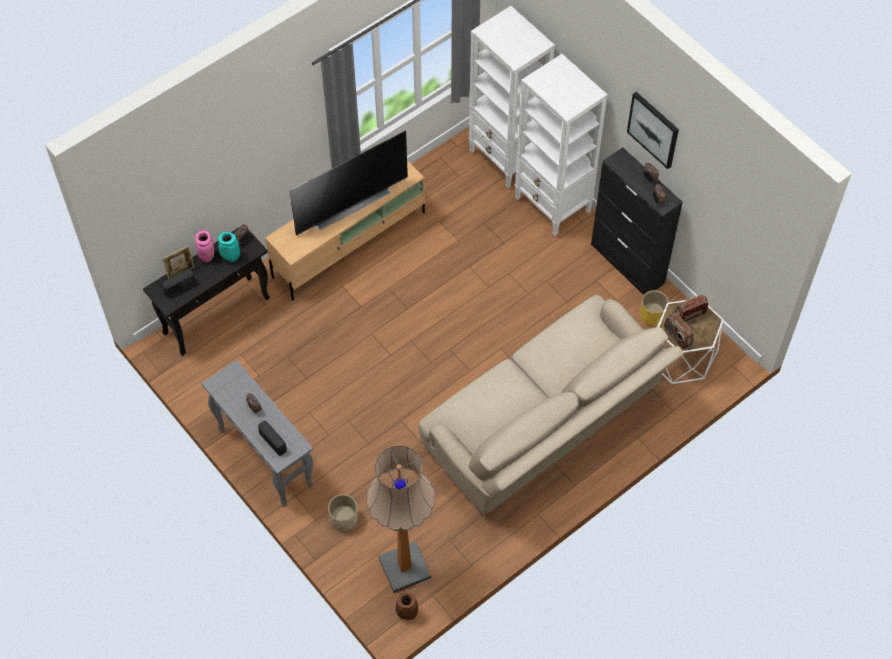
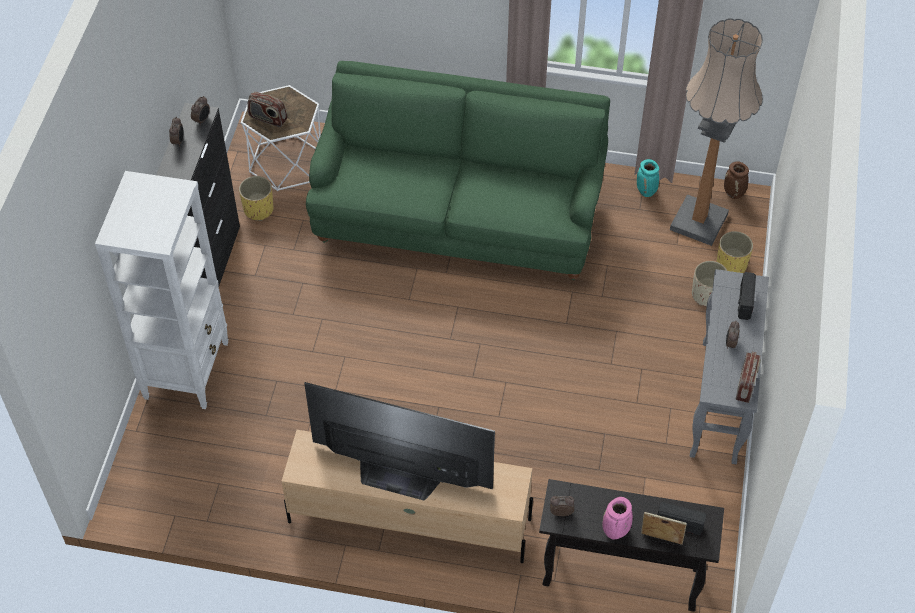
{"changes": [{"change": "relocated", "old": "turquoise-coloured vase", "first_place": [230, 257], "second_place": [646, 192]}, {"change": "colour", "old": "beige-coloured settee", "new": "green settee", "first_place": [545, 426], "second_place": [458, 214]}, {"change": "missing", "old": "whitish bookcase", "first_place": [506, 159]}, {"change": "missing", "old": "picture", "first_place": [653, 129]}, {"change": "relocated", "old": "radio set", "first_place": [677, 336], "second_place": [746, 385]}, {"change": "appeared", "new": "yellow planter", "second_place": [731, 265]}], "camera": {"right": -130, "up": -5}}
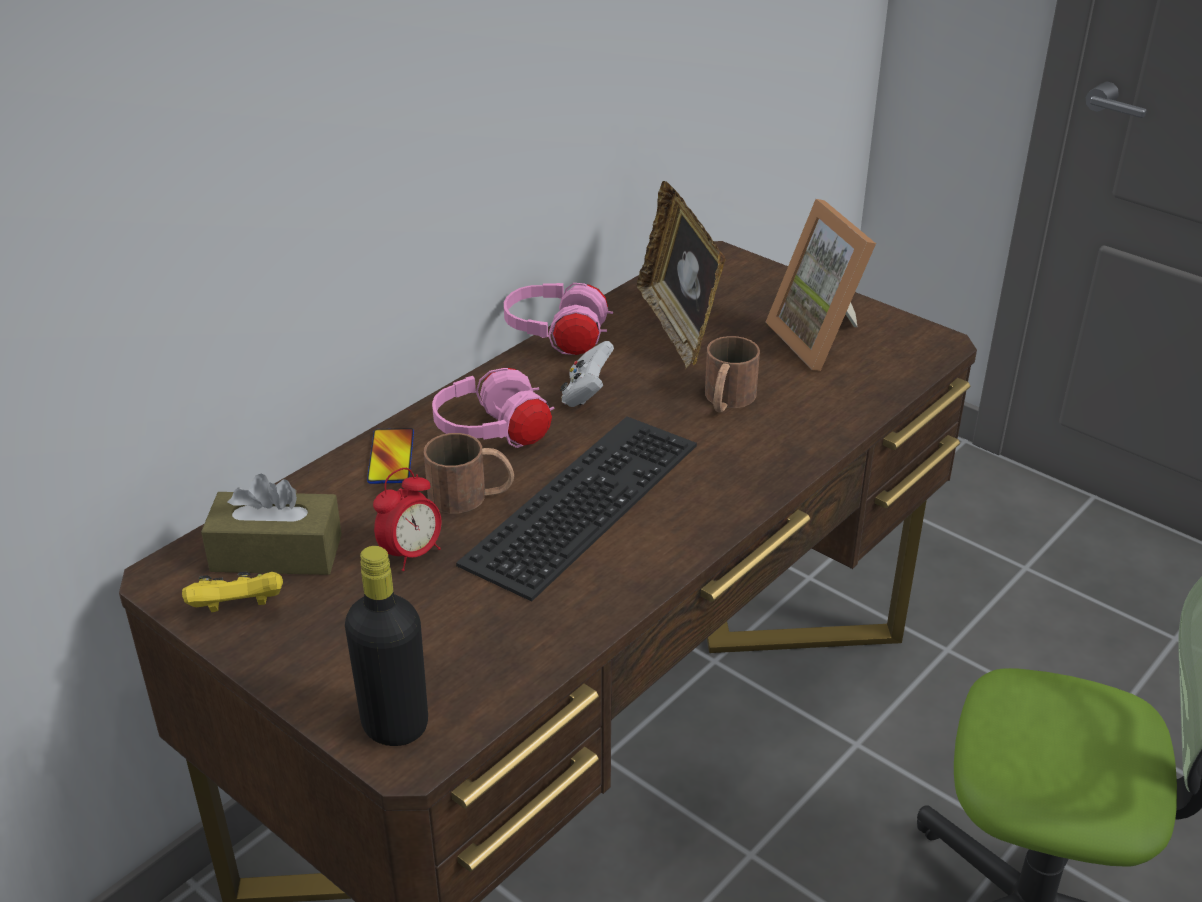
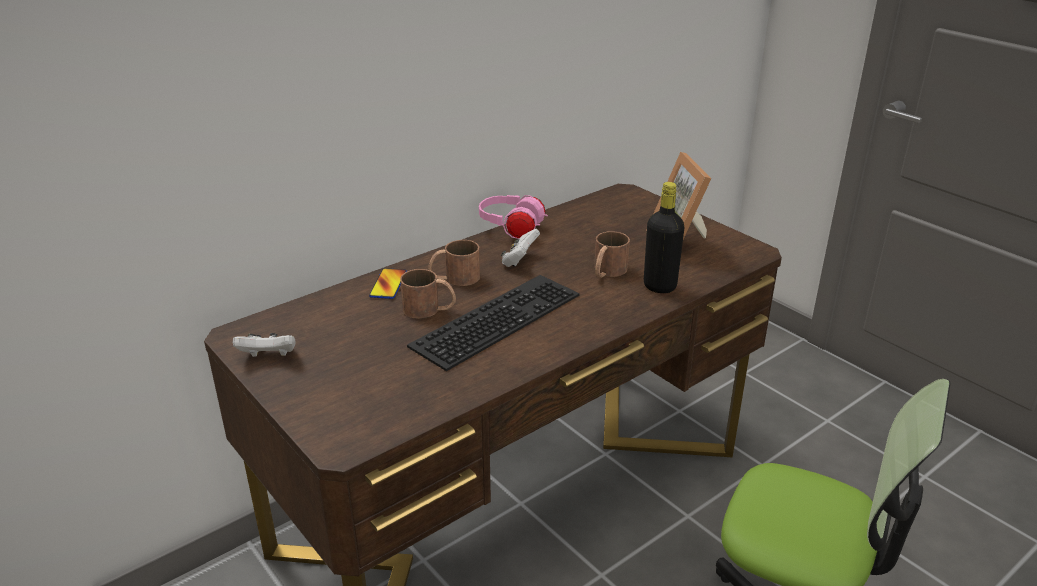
{"changes": [{"change": "colour", "old": "yellow joypad", "new": "whitish joypad", "first_place": [238, 610], "second_place": [269, 357]}, {"change": "missing", "old": "brownish box of tissues", "first_place": [276, 553]}, {"change": "relocated", "old": "blackish drink bottle", "first_place": [395, 725], "second_place": [659, 286]}, {"change": "missing", "old": "alarm clock", "first_place": [411, 554]}, {"change": "exchanged", "old": "pink headphones", "new": "brownish mug", "first_place": [493, 435], "second_place": [454, 278]}, {"change": "missing", "old": "photo frame", "first_place": [678, 326]}], "camera": {"right": 10, "up": -5}}
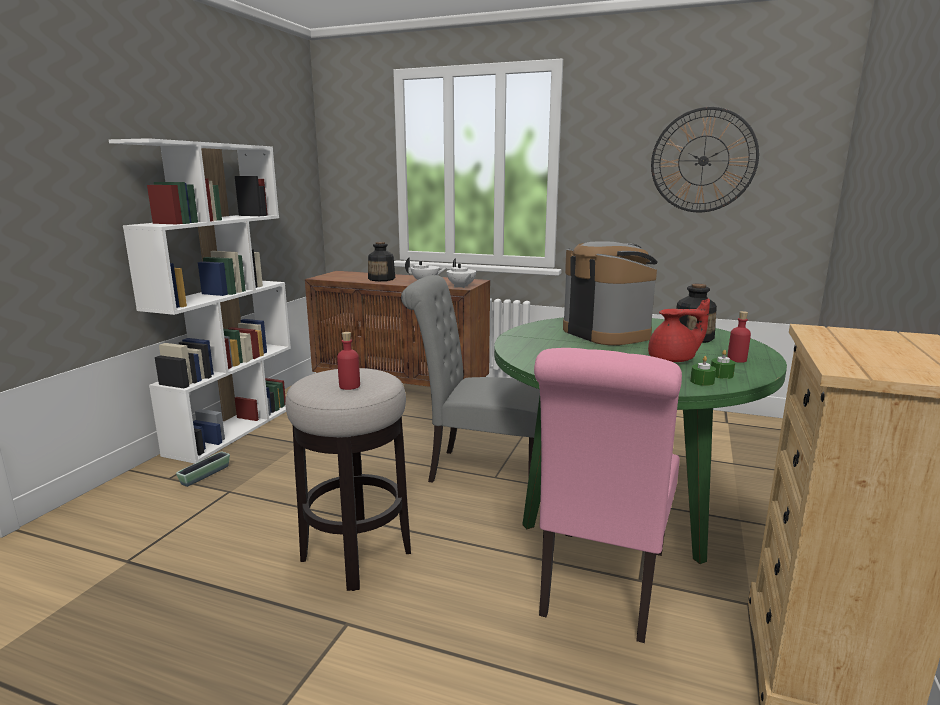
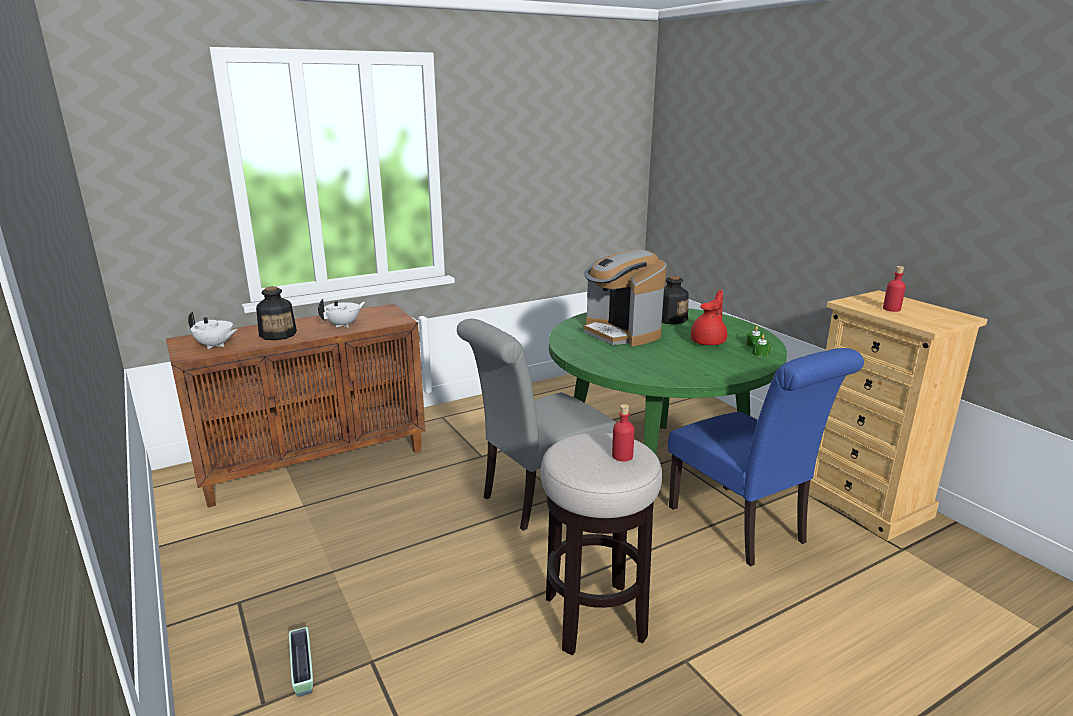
{"changes": [{"change": "missing", "old": "whitish bookcase", "first_place": [234, 428]}, {"change": "relocated", "old": "whitish pot for tea", "first_place": [461, 286], "second_place": [215, 345]}, {"change": "colour", "old": "pink chair", "new": "blue-coloured chair", "first_place": [600, 587], "second_place": [742, 528]}, {"change": "spun", "old": "coffee brewer", "first_place": [606, 333], "second_place": [621, 333], "degrees": -135}, {"change": "missing", "old": "clock on the wall", "first_place": [703, 160]}, {"change": "relocated", "old": "red drink bottle", "first_place": [737, 359], "second_place": [891, 309]}], "camera": {"right": -50, "up": 5}}
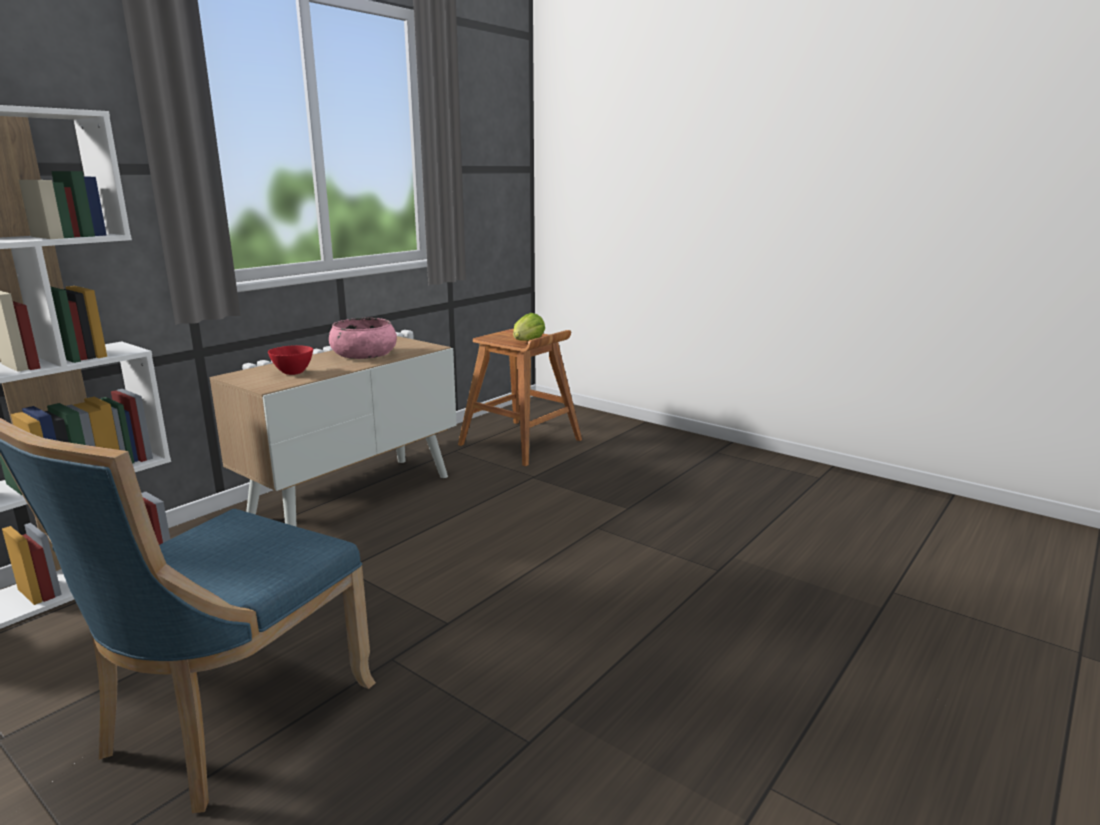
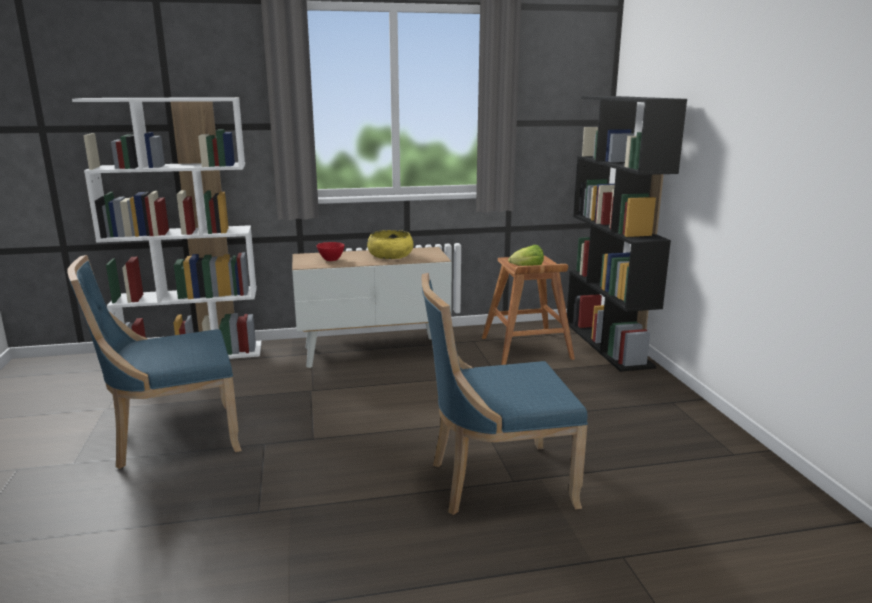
{"changes": [{"change": "colour", "old": "pink deep dish", "new": "yellow deep dish", "first_place": [364, 354], "second_place": [390, 256]}, {"change": "appeared", "new": "blue-coloured chair", "second_place": [495, 482]}, {"change": "appeared", "new": "blackish bookcase", "second_place": [608, 344]}], "camera": {"right": 40, "up": 0}}
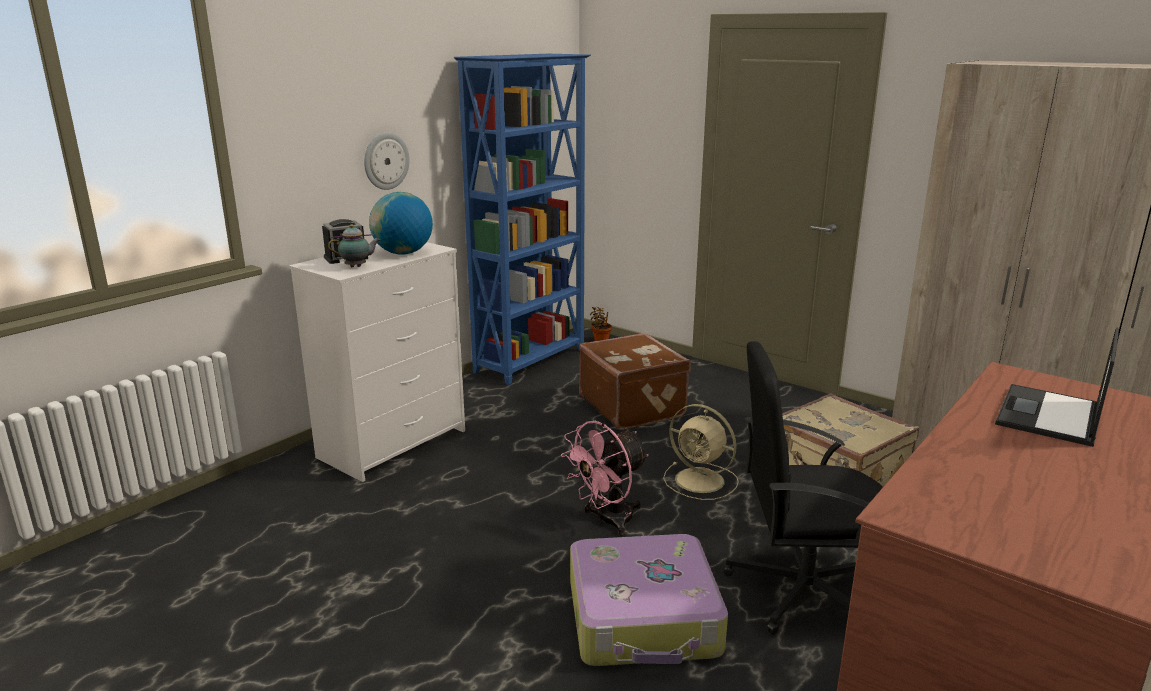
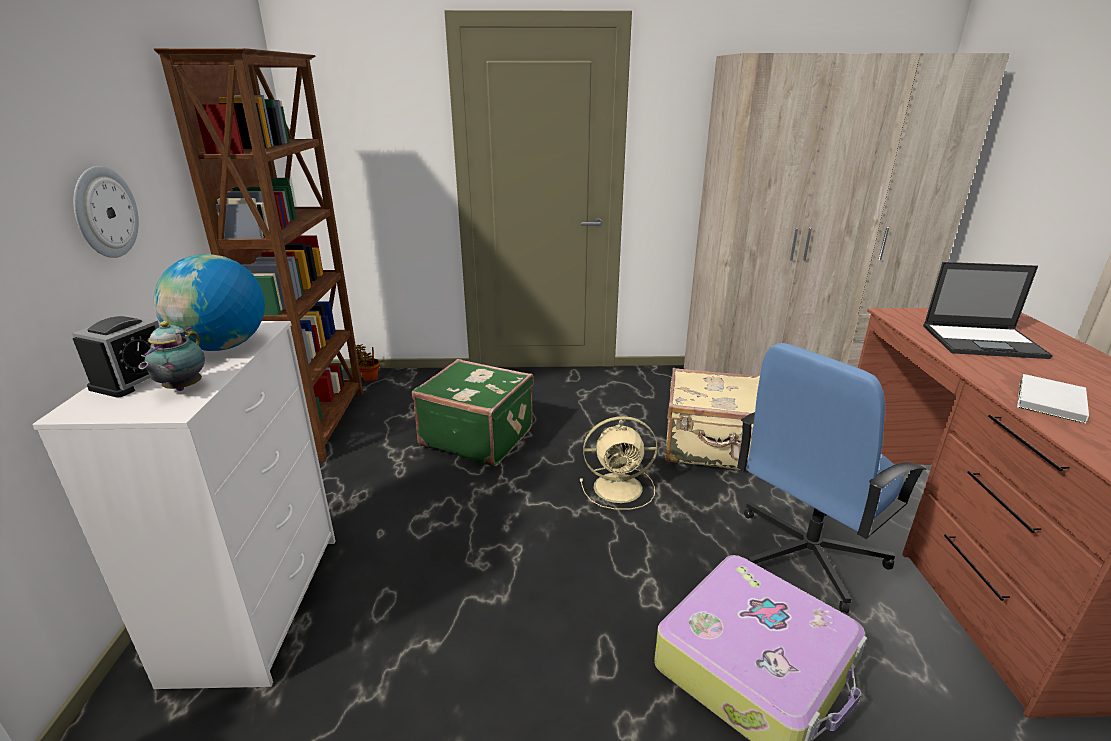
{"changes": [{"change": "spun", "old": "pot for tea", "first_place": [357, 267], "second_place": [181, 389], "degrees": 150}, {"change": "colour", "old": "blue-coloured bookcase", "new": "brownish bookcase", "first_place": [532, 361], "second_place": [321, 424]}, {"change": "missing", "old": "pink electric fan", "first_place": [607, 521]}, {"change": "colour", "old": "brownish travel case", "new": "green travel case", "first_place": [633, 406], "second_place": [477, 436]}, {"change": "colour", "old": "blackish computer chair", "new": "blue-coloured computer chair", "first_place": [801, 589], "second_place": [806, 554]}, {"change": "spun", "old": "laptop", "first_place": [1049, 416], "second_place": [984, 341], "degrees": -75}, {"change": "appeared", "new": "whitish book", "second_place": [1049, 401]}], "camera": {"right": -40, "up": 5}}
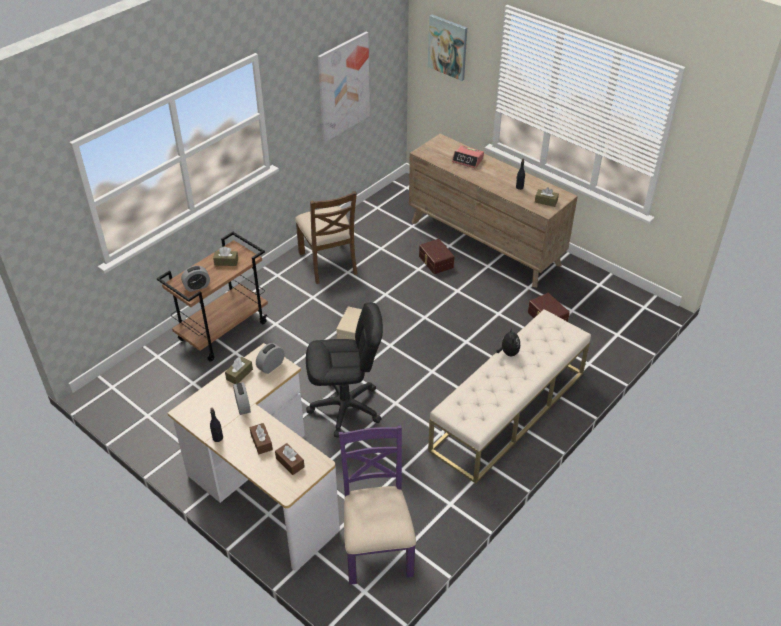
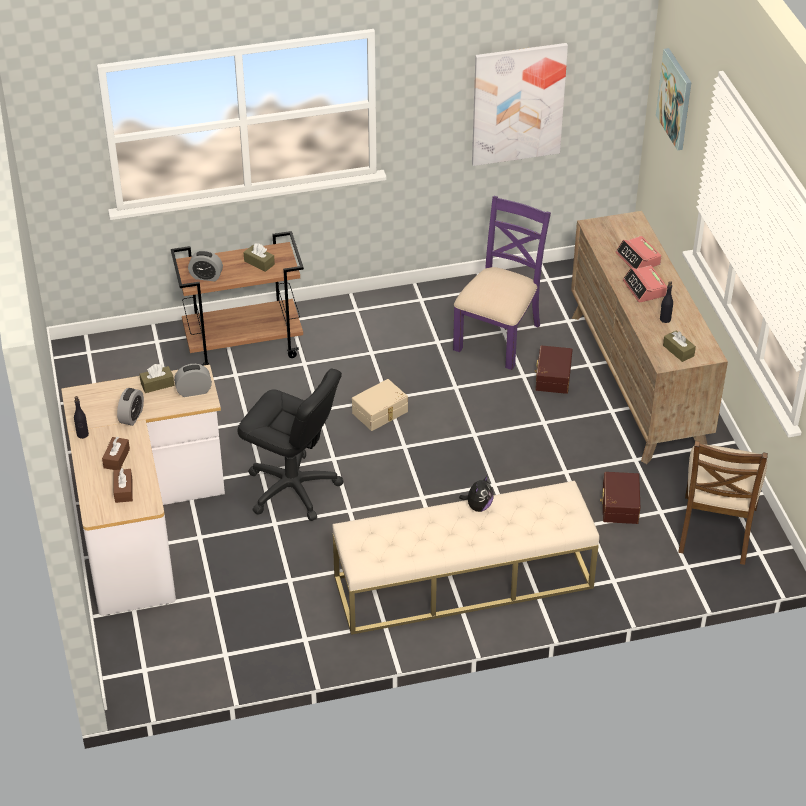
{"changes": [{"change": "relocated", "old": "brownish chair", "first_place": [328, 263], "second_place": [716, 529]}, {"change": "relocated", "old": "purple chair", "first_place": [377, 546], "second_place": [499, 337]}, {"change": "appeared", "new": "alarm clock", "second_place": [644, 289]}], "camera": {"right": 35, "up": 0}}
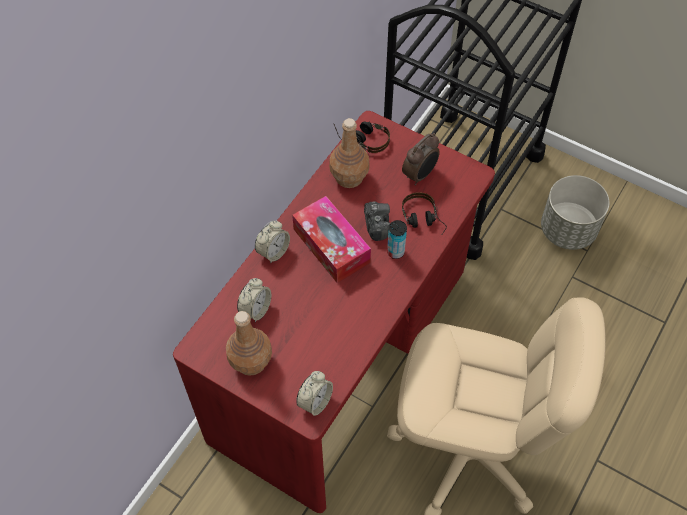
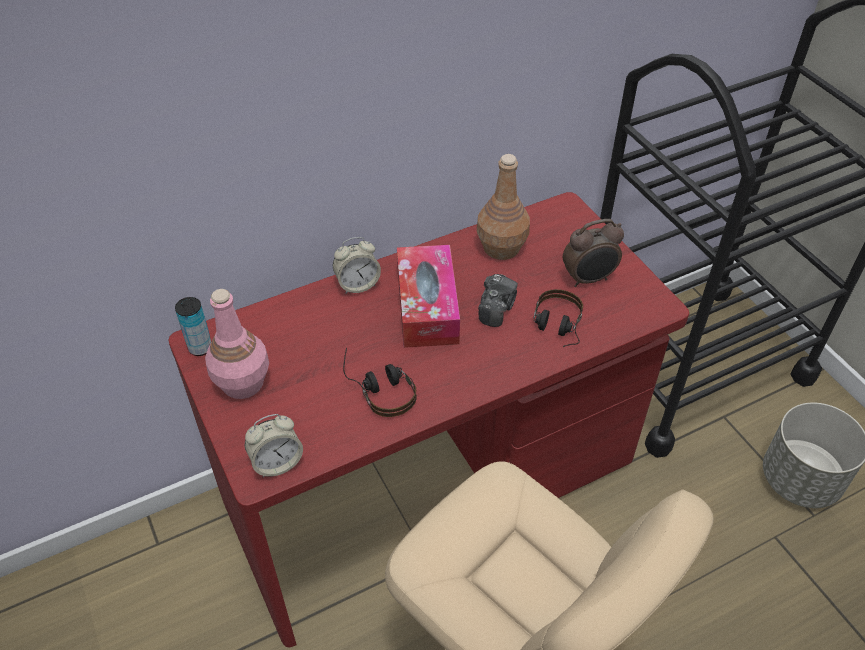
{"changes": [{"change": "colour", "old": "brownish drink bottle", "new": "pink drink bottle", "first_place": [251, 362], "second_place": [242, 383]}, {"change": "missing", "old": "alarm clock", "first_place": [255, 309]}, {"change": "relocated", "old": "headphones", "first_place": [362, 138], "second_place": [379, 387]}, {"change": "relocated", "old": "can", "first_place": [395, 252], "second_place": [200, 348]}], "camera": {"right": 30, "up": -10}}
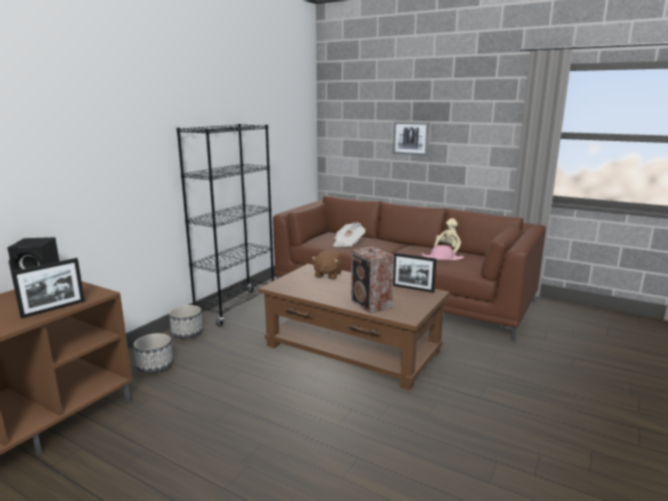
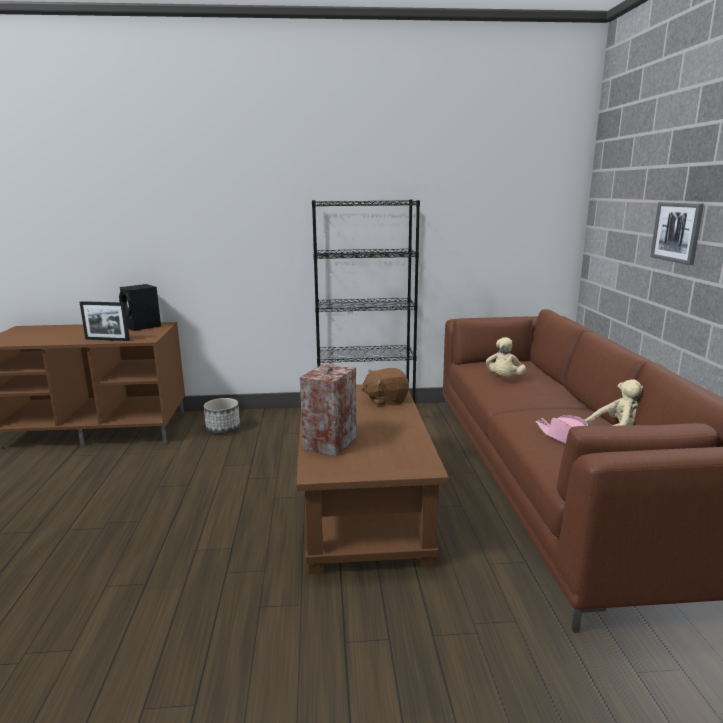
{"changes": [{"change": "missing", "old": "planter", "first_place": [187, 333]}, {"change": "exchanged", "old": "newspaper", "new": "beige-coloured soft toy", "first_place": [348, 243], "second_place": [504, 379]}, {"change": "missing", "old": "photo frame", "first_place": [413, 288]}], "camera": {"right": 55, "up": 0}}
